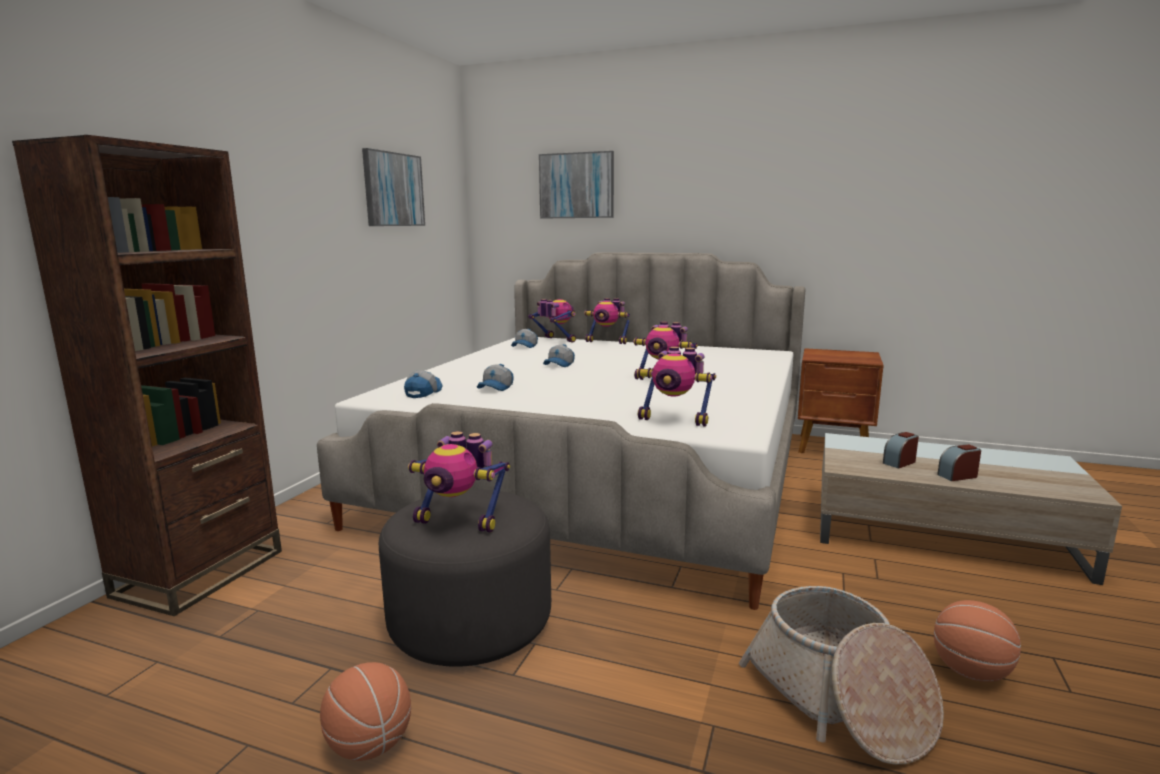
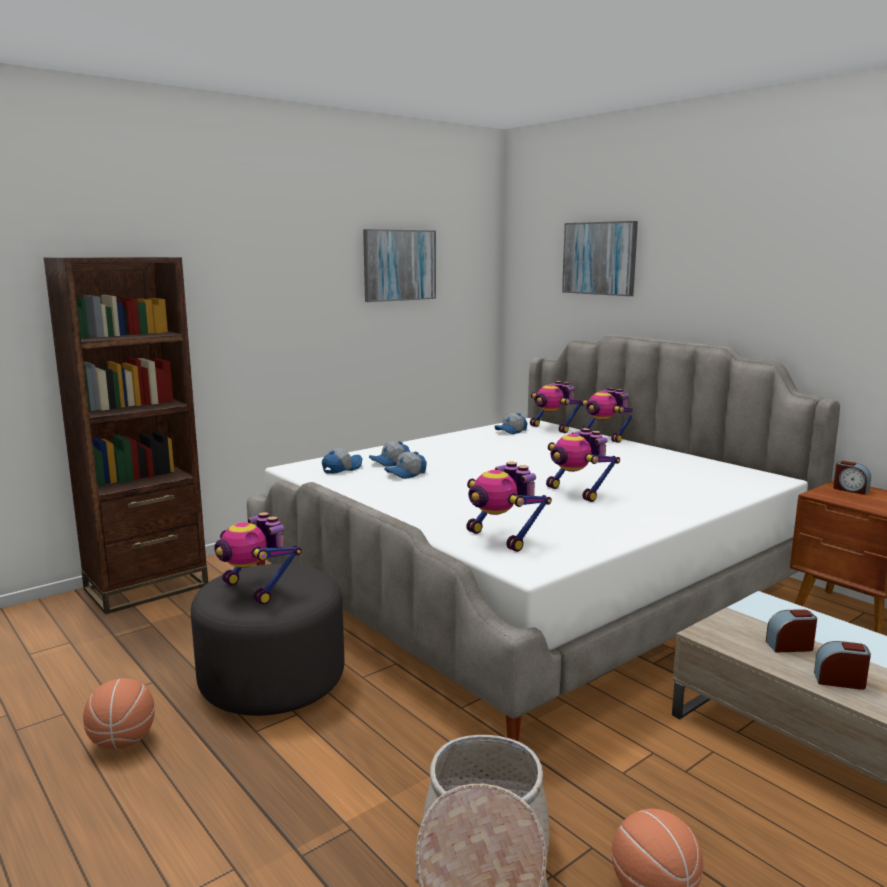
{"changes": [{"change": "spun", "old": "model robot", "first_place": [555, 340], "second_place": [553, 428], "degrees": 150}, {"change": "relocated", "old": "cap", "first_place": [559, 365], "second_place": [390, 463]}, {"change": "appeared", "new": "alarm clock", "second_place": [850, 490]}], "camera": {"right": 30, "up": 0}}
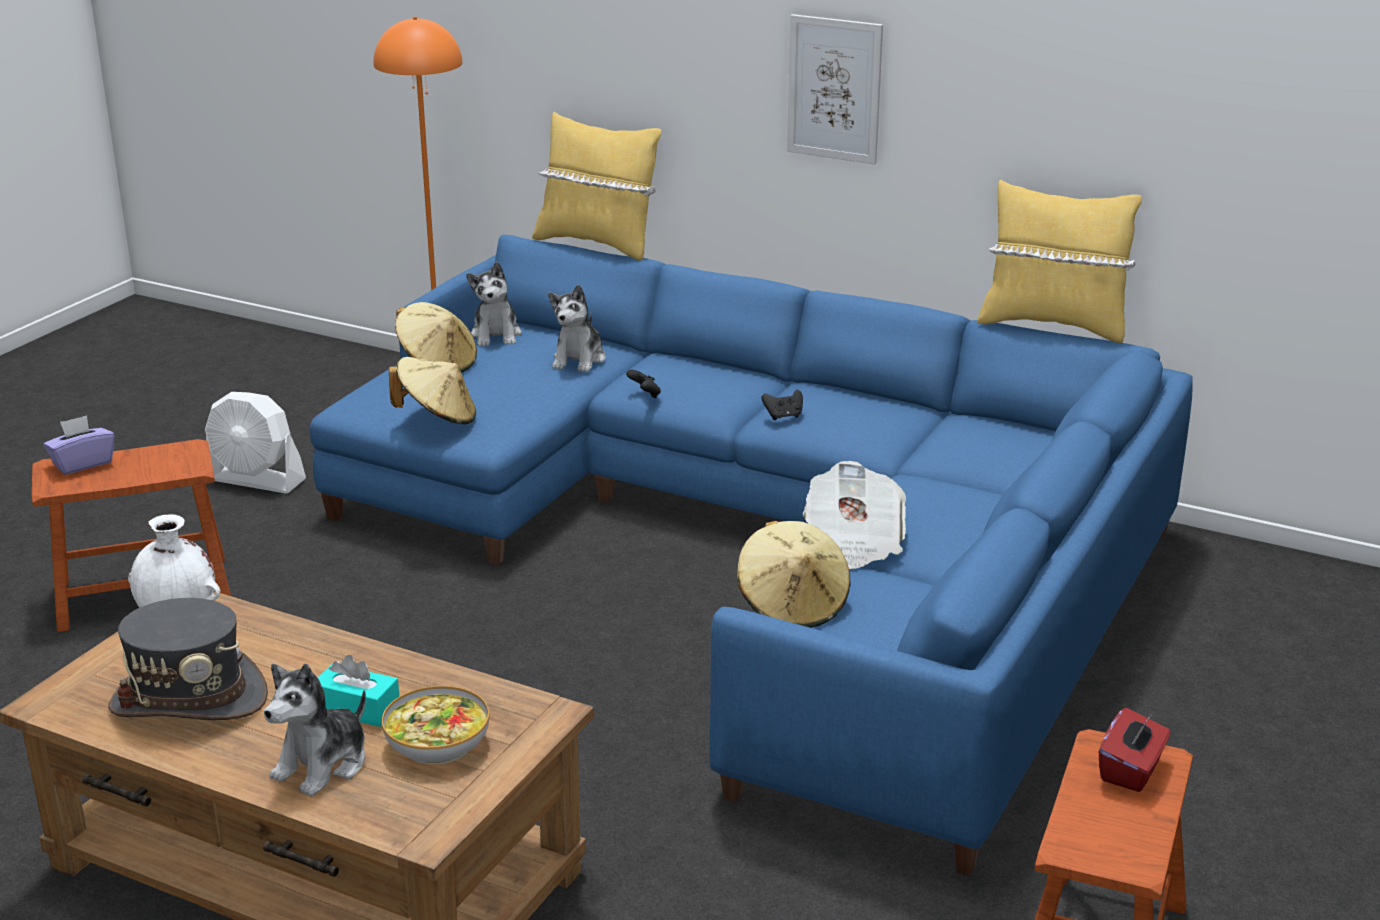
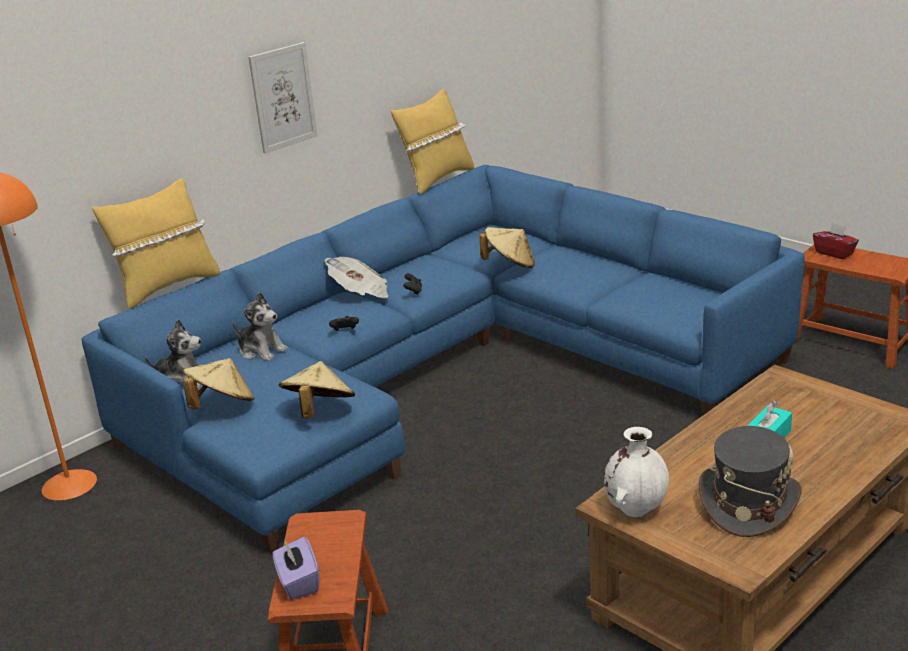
{"changes": [{"change": "missing", "old": "whitish electric fan", "first_place": [256, 480]}, {"change": "missing", "old": "soft toy", "first_place": [323, 765]}, {"change": "missing", "old": "deep dish", "first_place": [438, 744]}, {"change": "relocated", "old": "beige-coloured wearable hat", "first_place": [793, 605], "second_place": [510, 265]}, {"change": "relocated", "old": "newspaper", "first_place": [854, 542], "second_place": [360, 293]}], "camera": {"right": -70, "up": 0}}
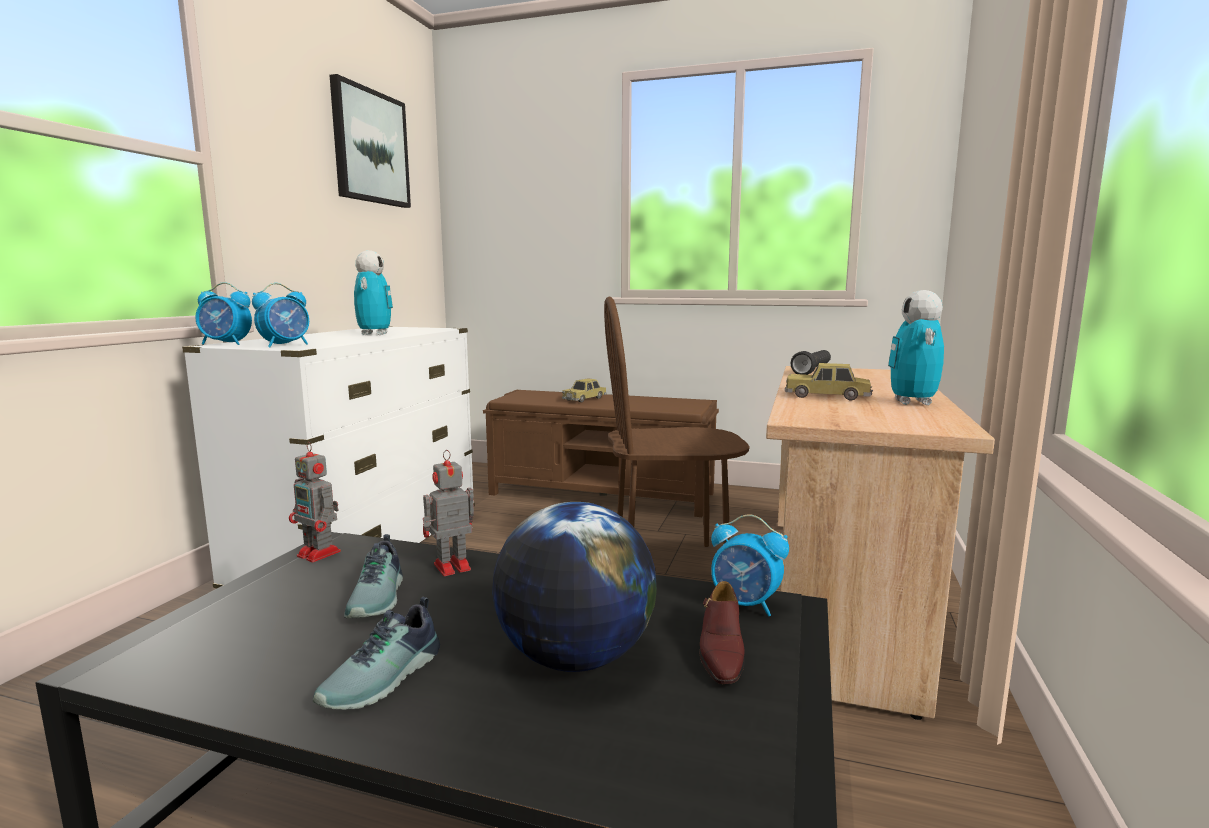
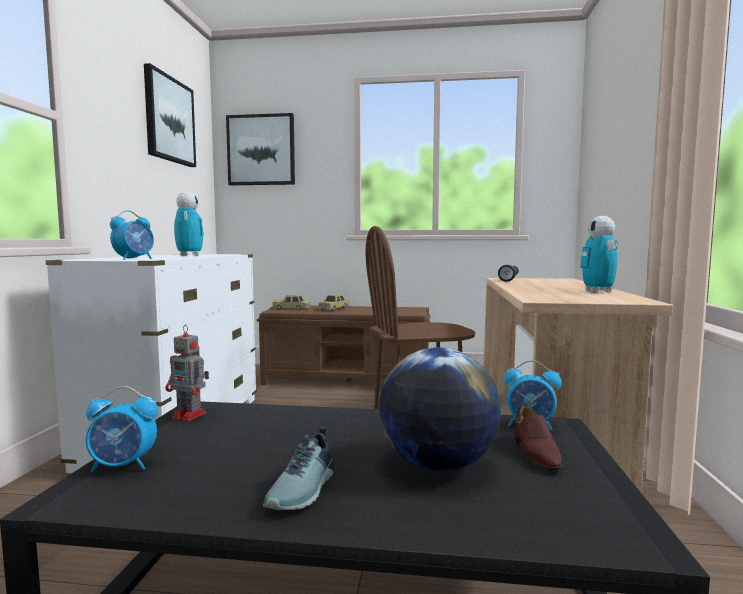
{"changes": [{"change": "relocated", "old": "alarm clock", "first_place": [226, 344], "second_place": [123, 466]}, {"change": "missing", "old": "low shoe", "first_place": [380, 597]}, {"change": "missing", "old": "model robot", "first_place": [450, 567]}, {"change": "relocated", "old": "model car", "first_place": [827, 396], "second_place": [291, 309]}, {"change": "appeared", "new": "picture", "second_place": [261, 150]}], "camera": {"right": -10, "up": -5}}
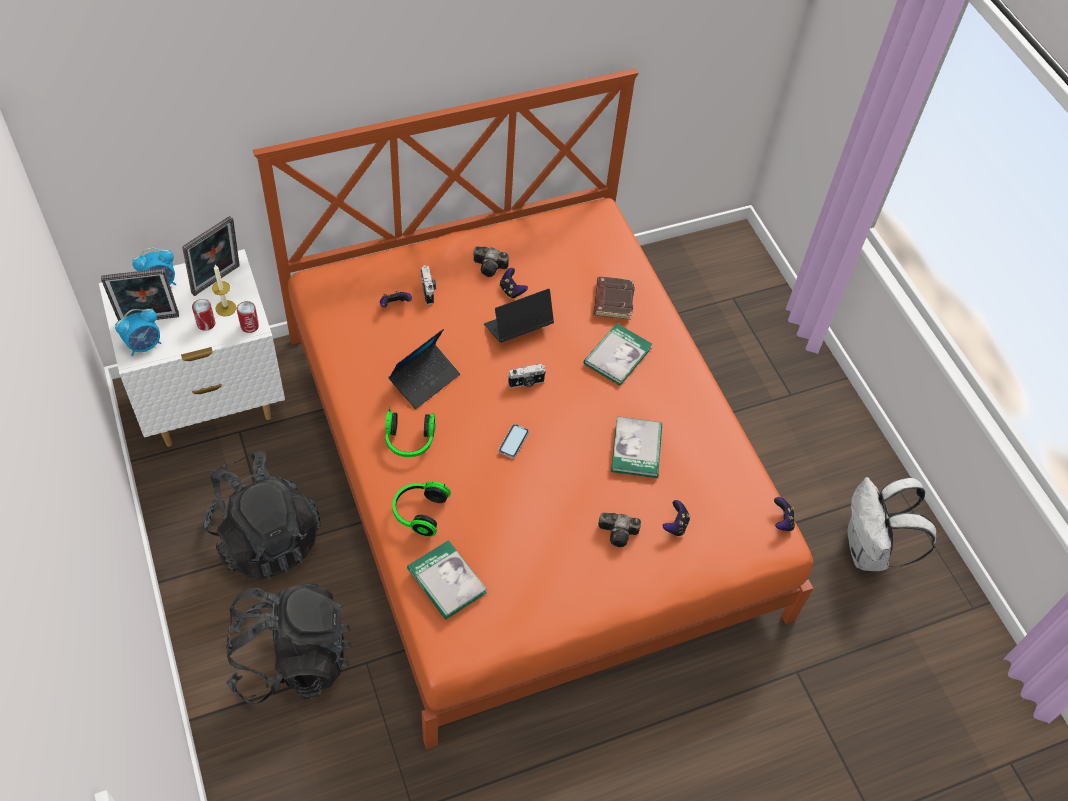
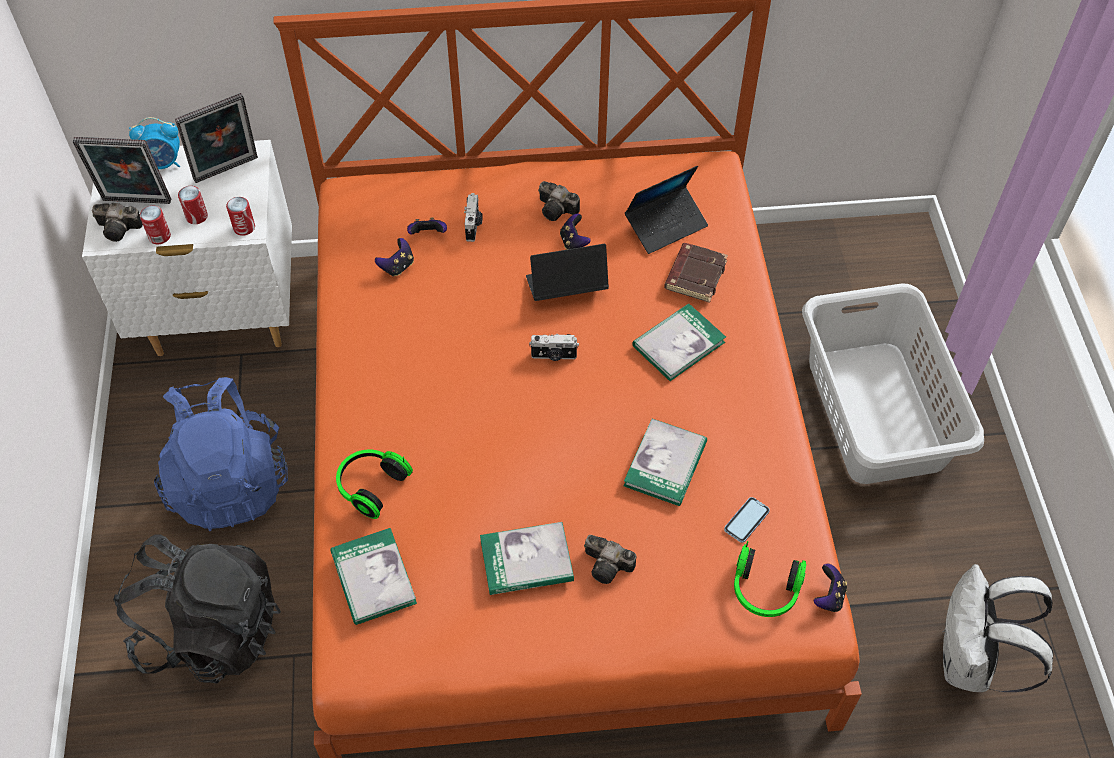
{"changes": [{"change": "exchanged", "old": "alarm clock", "new": "photo camera", "first_place": [144, 345], "second_place": [121, 229]}, {"change": "colour", "old": "blackish backpack", "new": "blue-coloured backpack", "first_place": [266, 538], "second_place": [229, 482]}, {"change": "missing", "old": "candle", "first_place": [225, 308]}, {"change": "relocated", "old": "headphones", "first_place": [409, 441], "second_place": [764, 591]}, {"change": "relocated", "old": "laptop", "first_place": [425, 380], "second_place": [666, 225]}, {"change": "relocated", "old": "handset", "first_place": [513, 441], "second_place": [746, 520]}, {"change": "relocated", "old": "joypad", "first_place": [675, 525], "second_place": [397, 267]}, {"change": "appeared", "new": "can", "second_place": [159, 236]}, {"change": "appeared", "new": "book", "second_place": [526, 561]}, {"change": "appeared", "new": "gray hamper", "second_place": [876, 411]}], "camera": {"right": 20, "up": 0}}
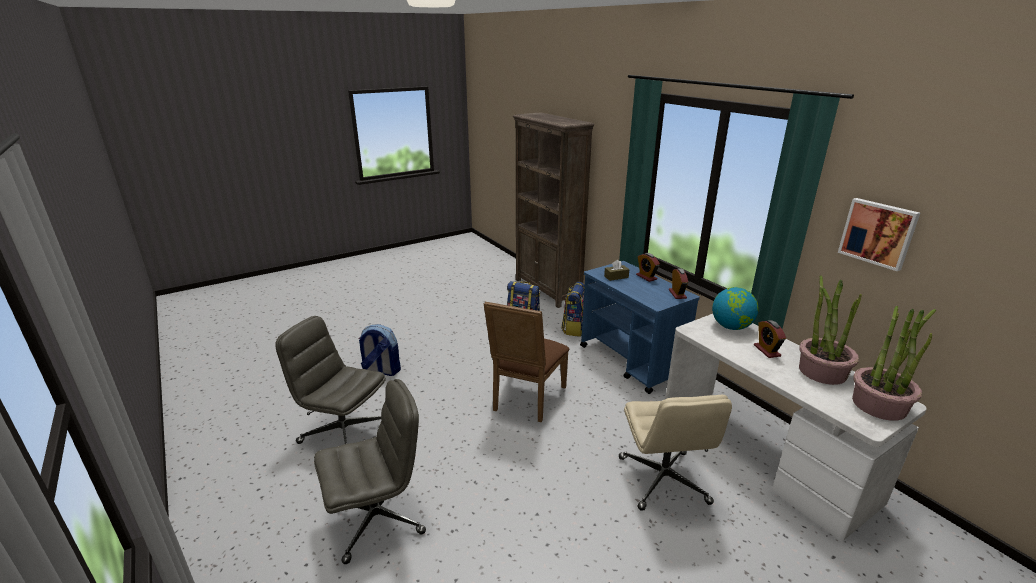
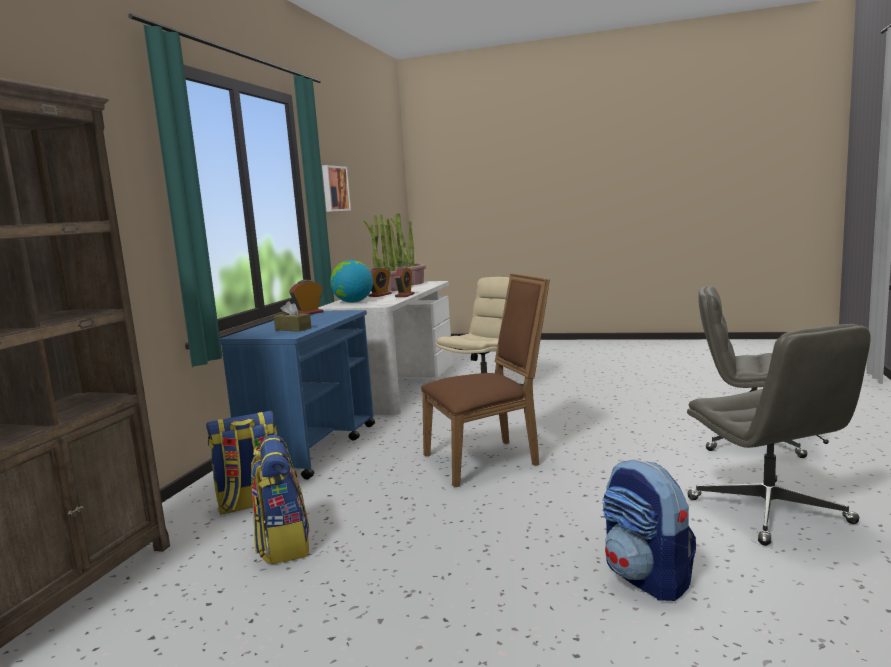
{"changes": [{"change": "relocated", "old": "alarm clock", "first_place": [646, 277], "second_place": [405, 295]}], "camera": {"right": -130, "up": -15}}
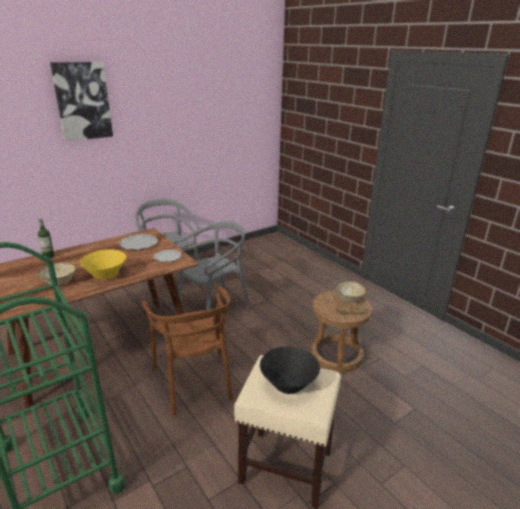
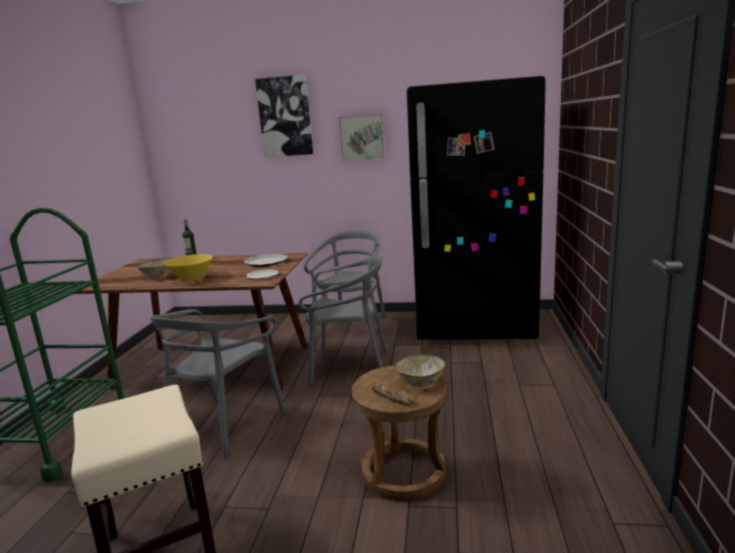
{"changes": [{"change": "colour", "old": "brownish chair", "new": "gray chair", "first_place": [194, 382], "second_place": [225, 426]}, {"change": "missing", "old": "blackish deep dish", "first_place": [288, 384]}, {"change": "appeared", "new": "picture", "second_place": [362, 138]}, {"change": "appeared", "new": "blackish fridge", "second_place": [474, 326]}], "camera": {"right": 45, "up": -10}}
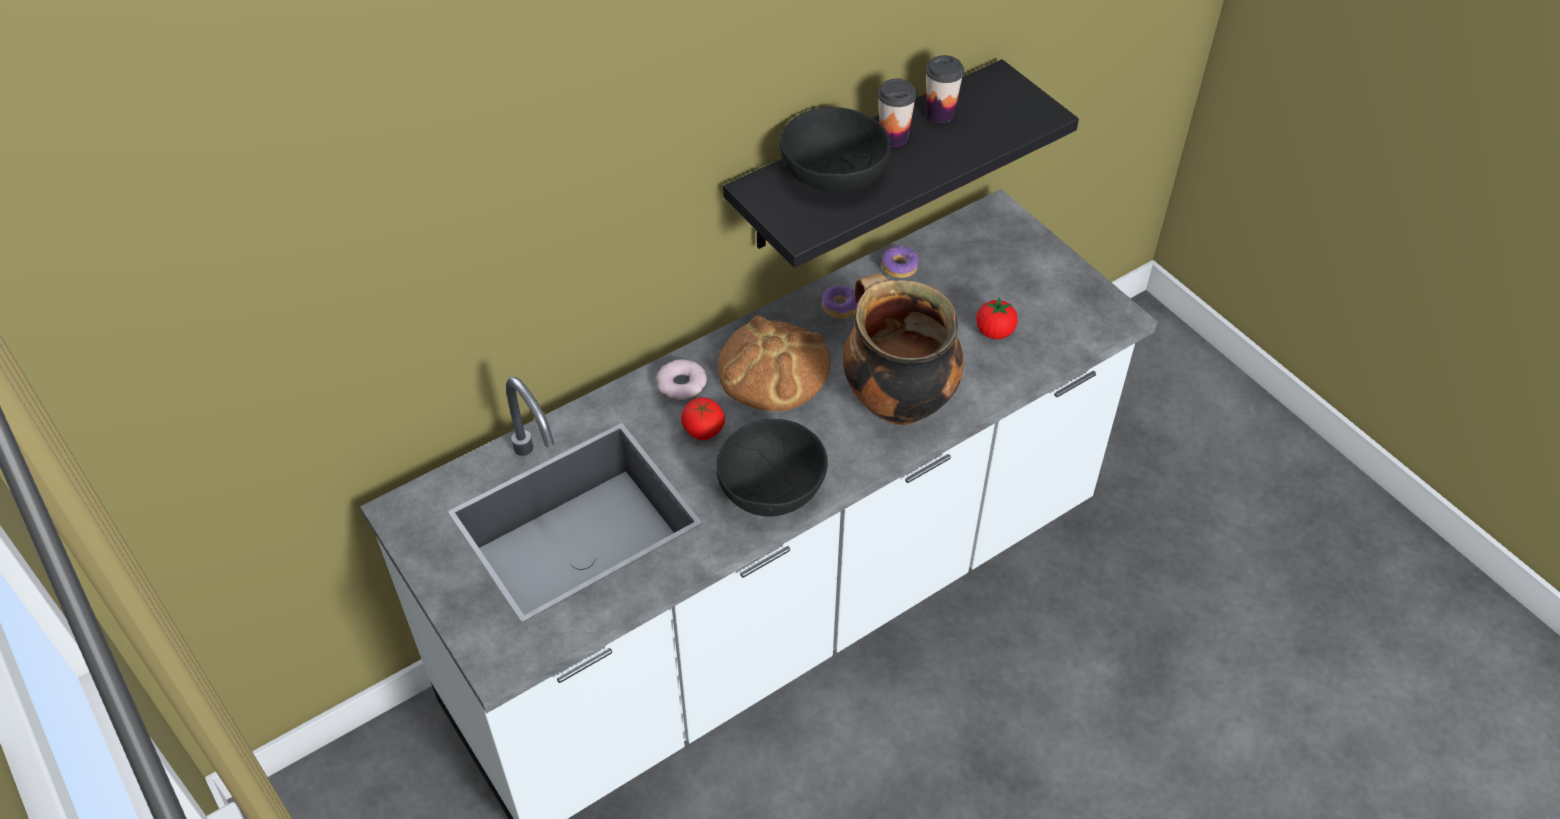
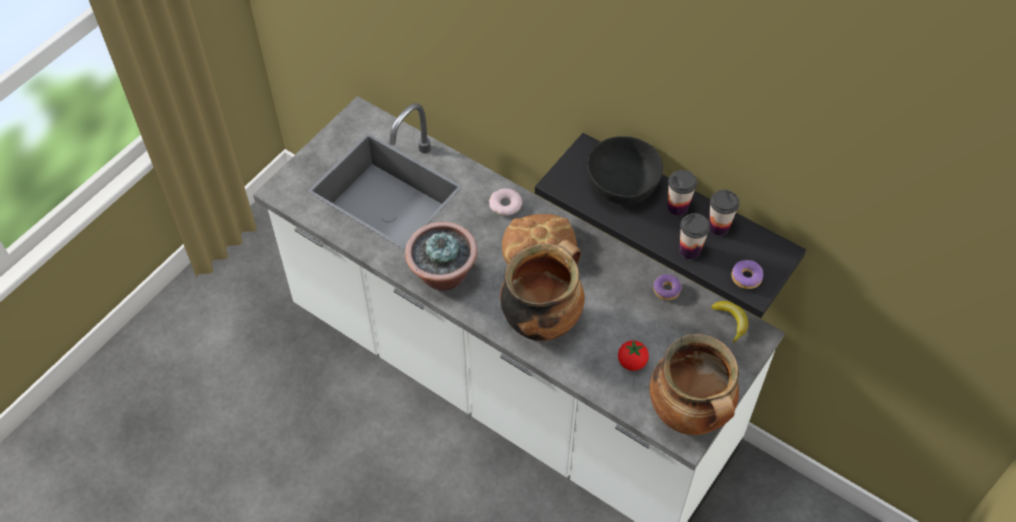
{"changes": [{"change": "missing", "old": "fresh tomato", "first_place": [703, 430]}, {"change": "exchanged", "old": "blackish deep dish", "new": "houseplant", "first_place": [773, 488], "second_place": [443, 275]}, {"change": "relocated", "old": "doughnut", "first_place": [840, 307], "second_place": [746, 277]}, {"change": "appeared", "new": "stockpot", "second_place": [690, 414]}, {"change": "appeared", "new": "cup", "second_place": [689, 250]}, {"change": "appeared", "new": "banana", "second_place": [731, 321]}], "camera": {"right": 70, "up": 5}}
